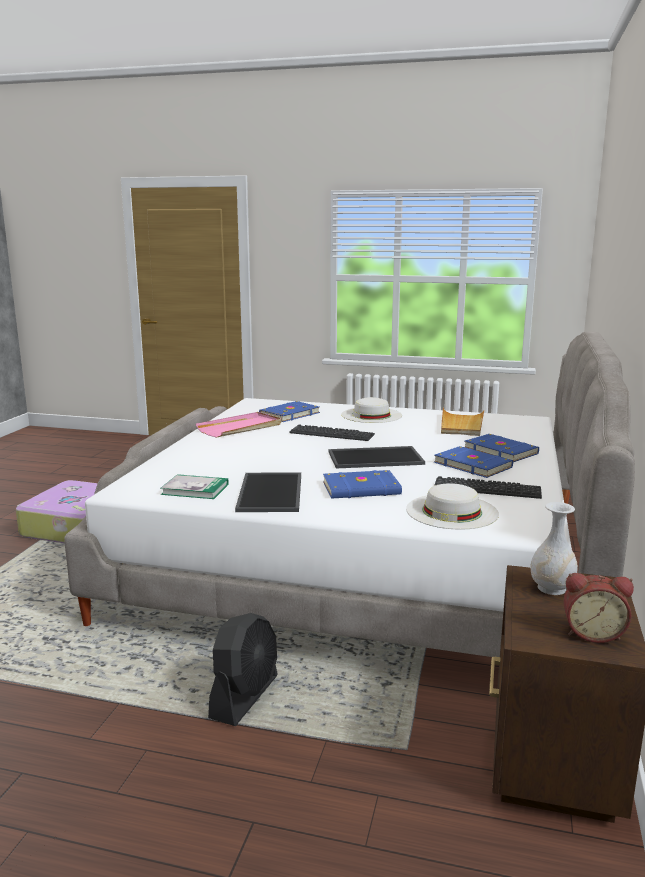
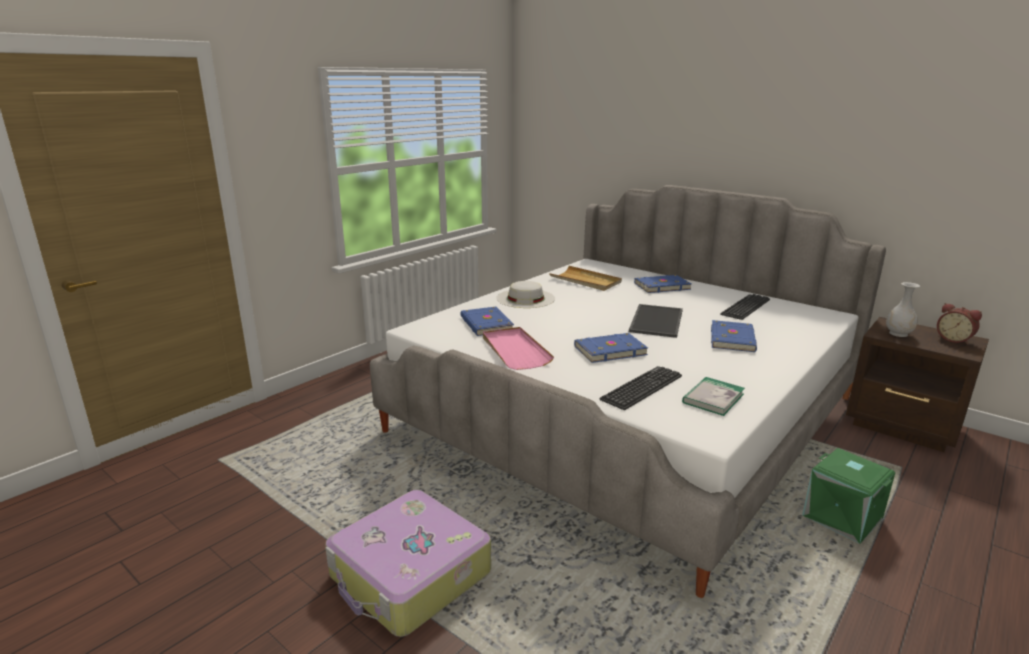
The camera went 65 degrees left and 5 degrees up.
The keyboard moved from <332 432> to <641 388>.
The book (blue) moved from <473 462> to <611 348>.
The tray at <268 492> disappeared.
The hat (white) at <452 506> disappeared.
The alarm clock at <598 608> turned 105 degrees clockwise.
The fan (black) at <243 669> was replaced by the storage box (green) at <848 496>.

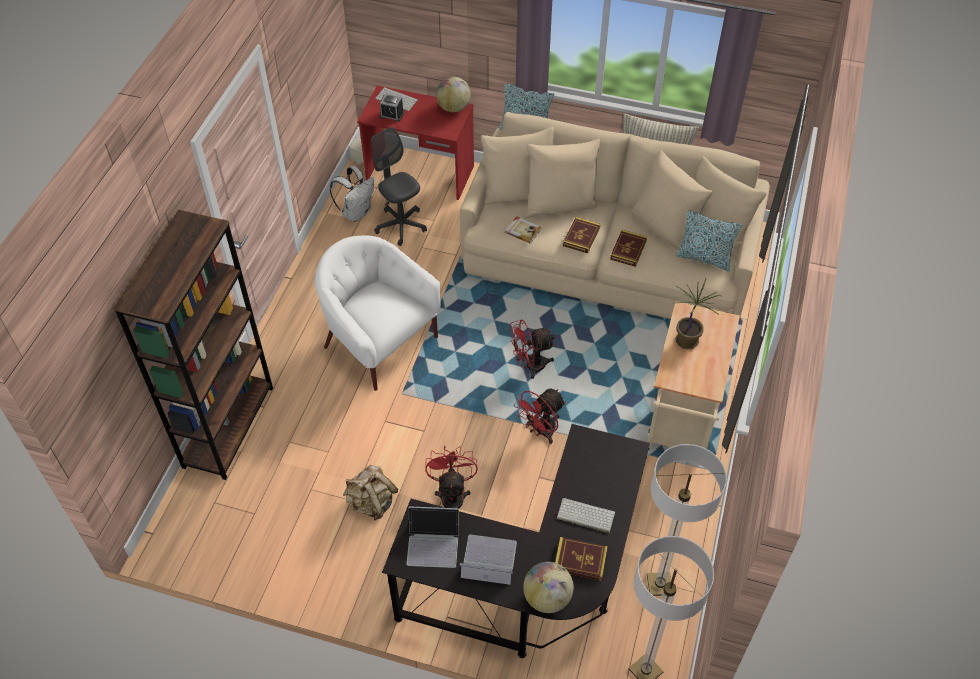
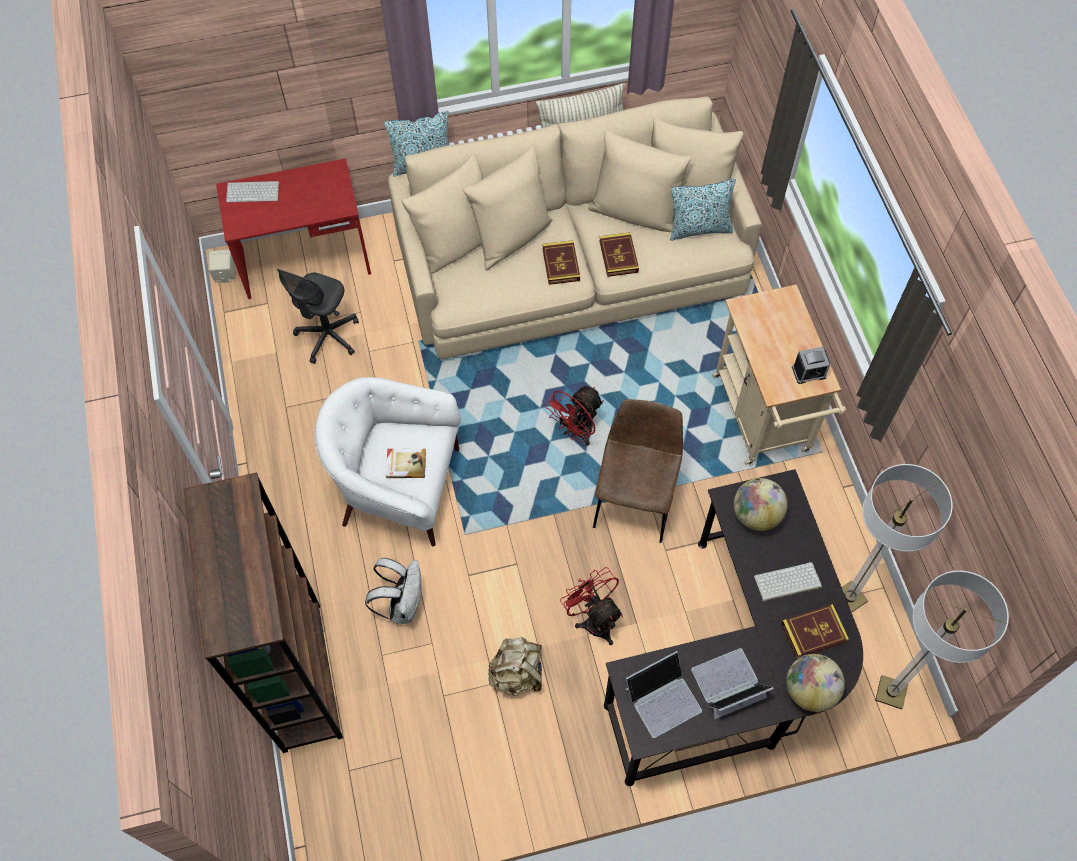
The camera went 30 degrees left and 10 degrees up.
The globe moved from <453 94> to <761 504>.
The alarm clock moved from <392 108> to <811 365>.
The office chair (grey) at <399 186> turned 90 degrees counterclockwise.
The backpack (white) moved from <352 193> to <393 591>.
The book moved from <523 230> to <406 463>.
The potted plant at <698 314> disappeared.
The fan (red) at <540 416> was replaced by the chair (brown) at <638 471>.

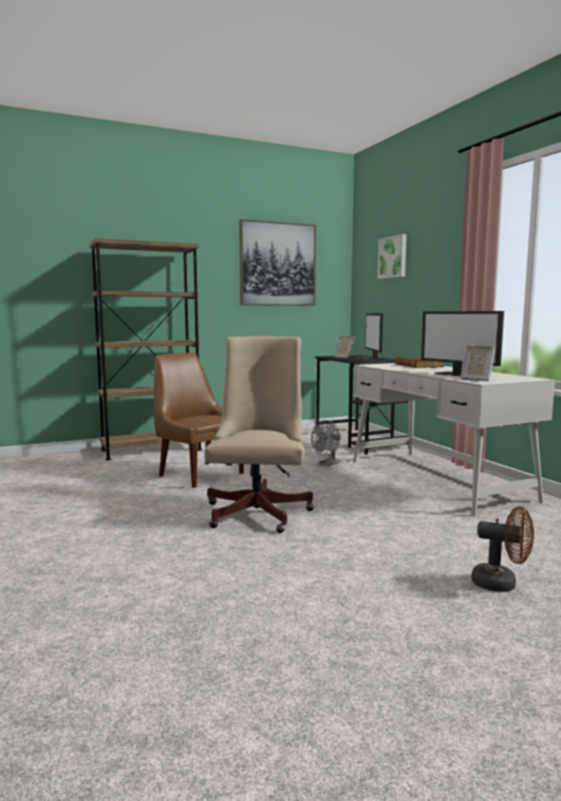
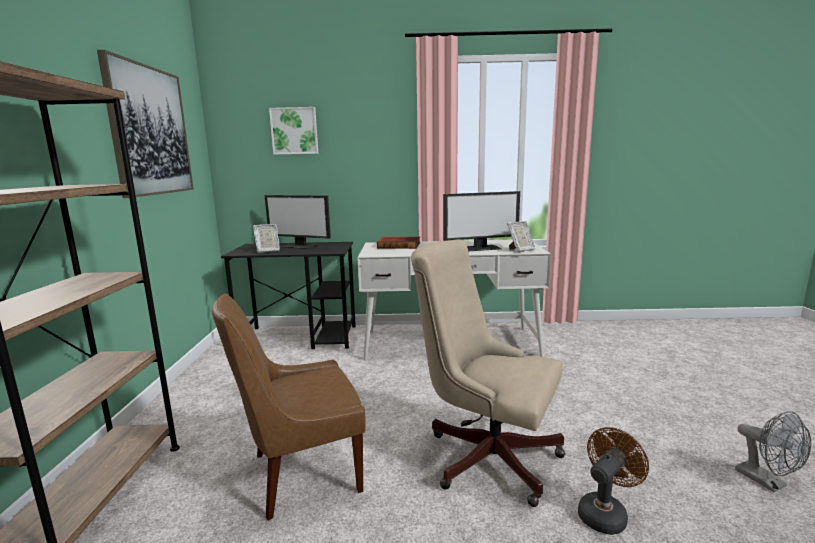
The camera went 65 degrees left and 5 degrees up.
The fan (grey) moved from <326 443> to <773 451>.
The fan (brown) moved from <502 549> to <613 481>.

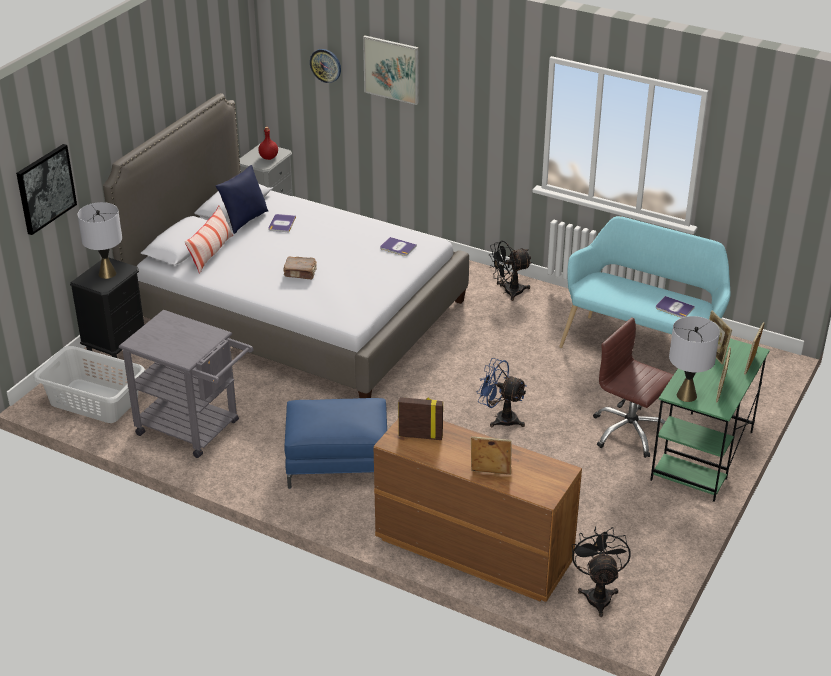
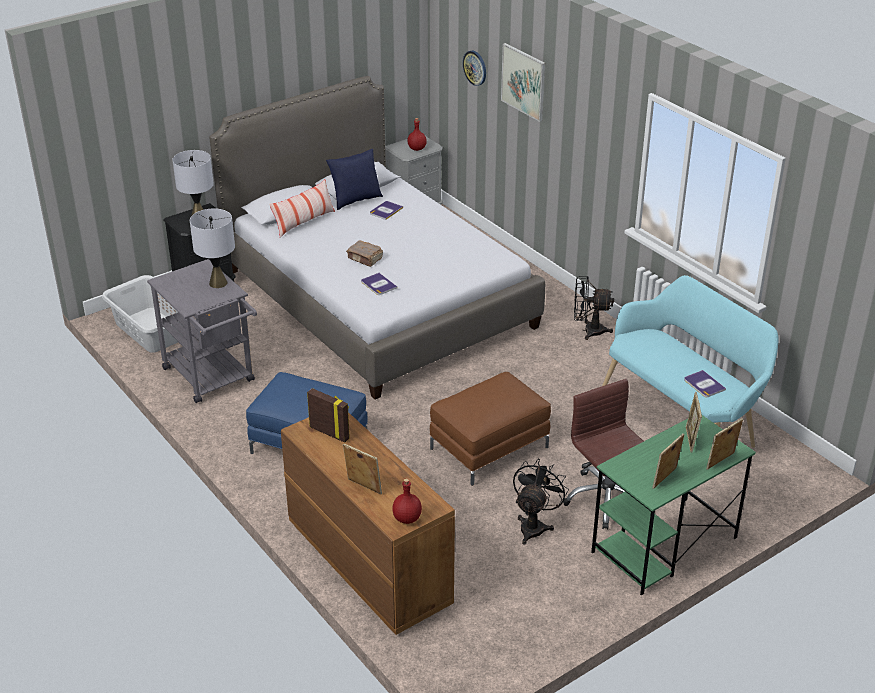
The camera went 25 degrees right and 0 degrees up.
The picture at <46 189> disappeared.
The book moved from <398 246> to <379 284>.
The table lamp (grey) moved from <694 359> to <212 248>.
The fan (blue) at <502 392> was replaced by the ottoman (brown) at <490 429>.
The fan (black) moved from <601 571> to <541 502>.
The bottle (red) at <407 501> appeared.

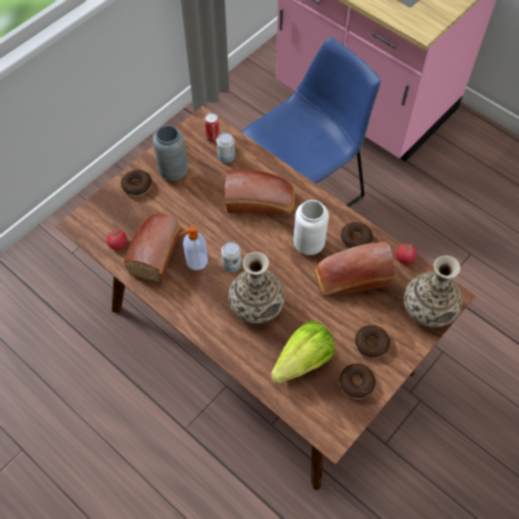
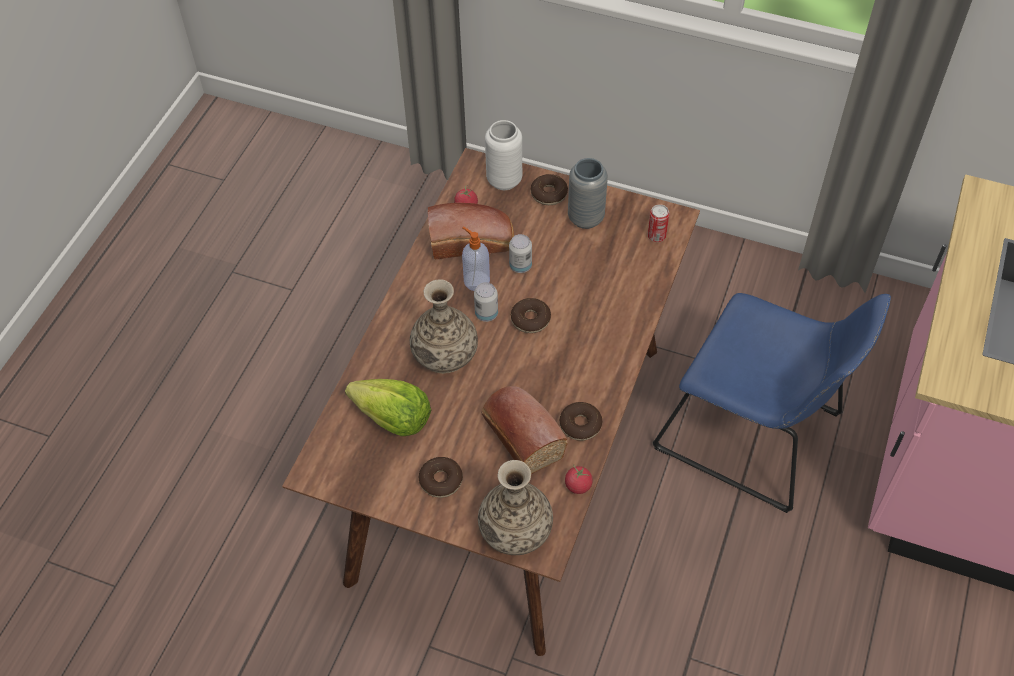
The camera went 70 degrees right and 5 degrees down.
The can moved from <225 147> to <520 253>.
The bread at <260 192> disappeared.
The vase (white) moved from <311 227> to <503 155>.
The donut moved from <357 381> to <531 315>.

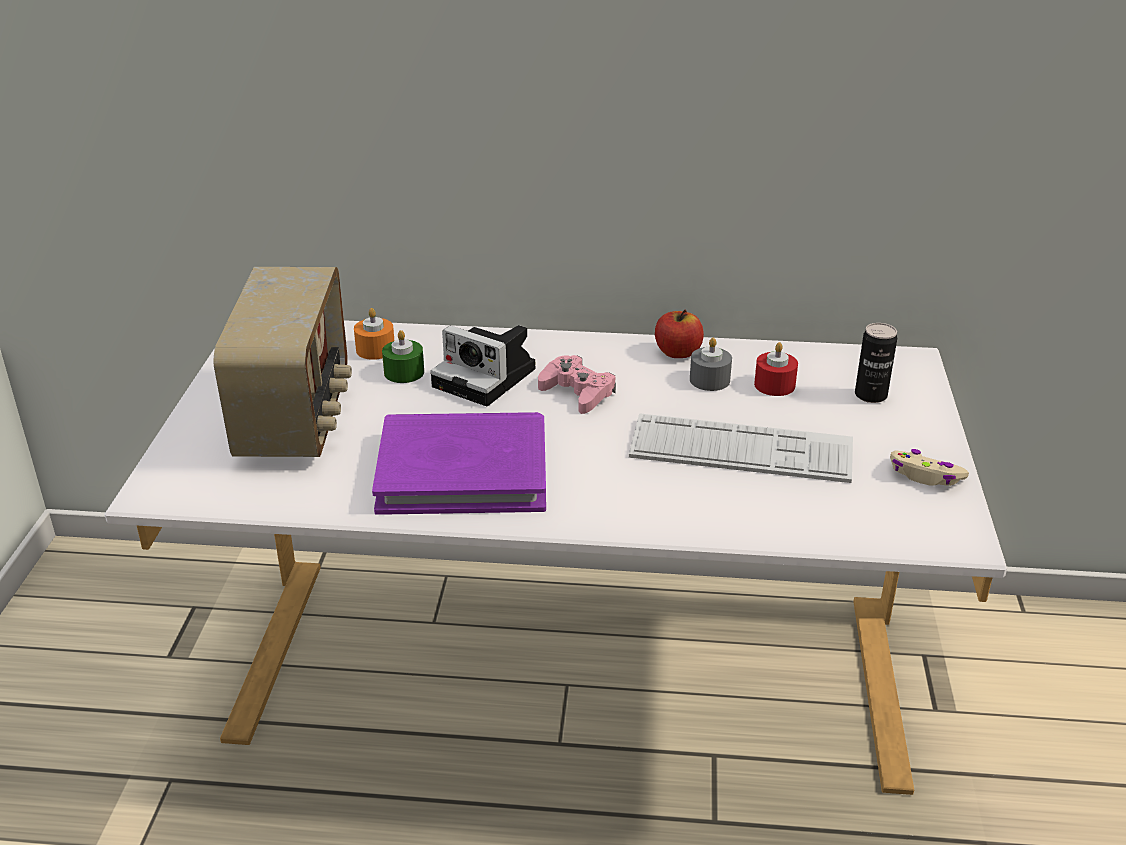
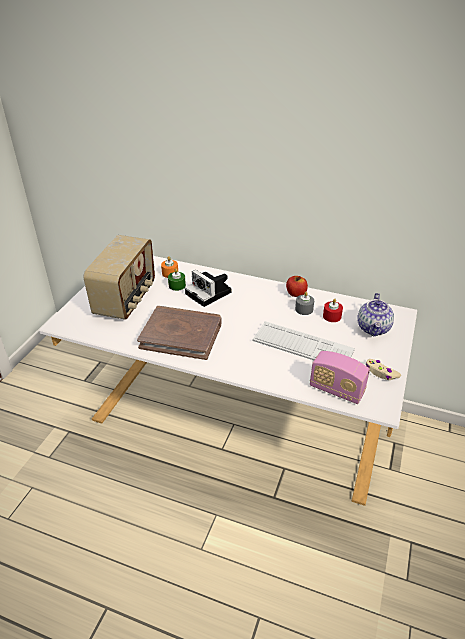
The camera went 15 degrees right and 5 degrees up.
The can at <876 363> was replaced by the teapot at <375 315>.
The game controller (pink) at <577 384> disappeared.
The book (purple) at <459 463> became the book (brown) at <179 333>.
The radio at <340 377> appeared.

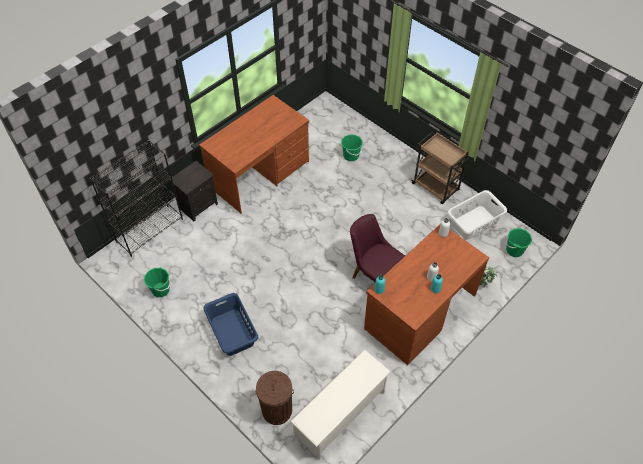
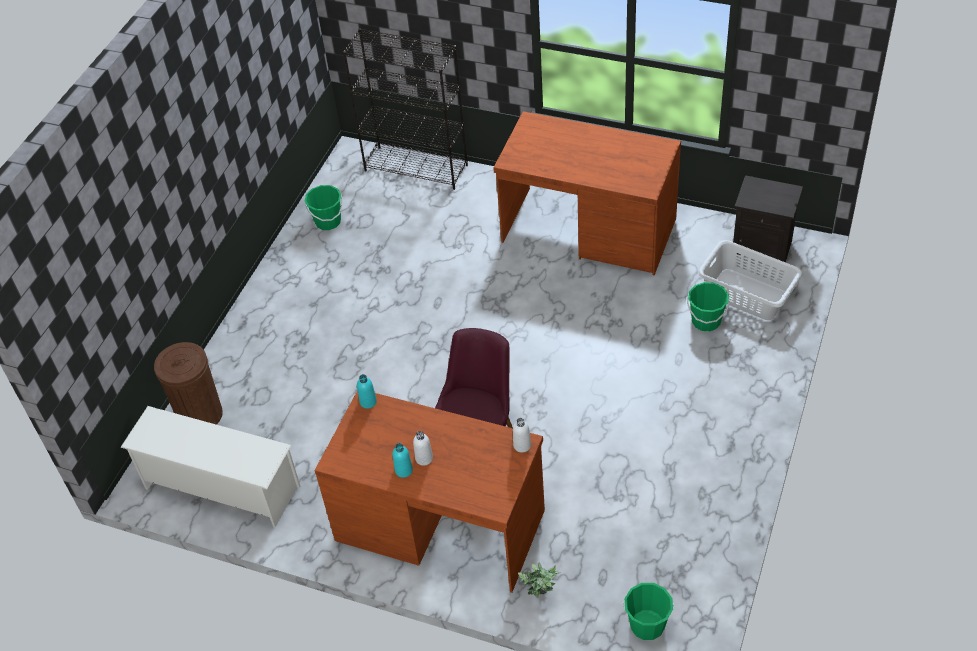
The camera went 70 degrees right and 5 degrees down.
The cart (brown) at <440 168> disappeared.
The nightstand (black) moved from <193 191> to <768 218>.
The laundry basket (white) moved from <477 215> to <750 280>.
The laundry basket (blue) at <230 324> disappeared.

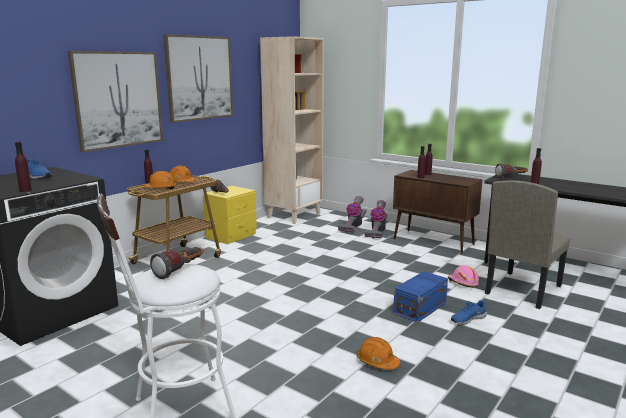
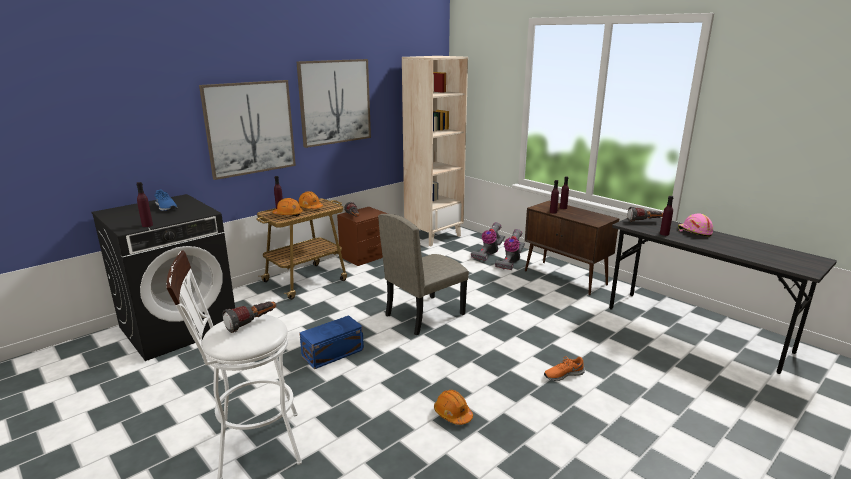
The camera went 10 degrees right and 5 degrees up.
The chair (beige) moved from <527 245> to <423 274>.
The nightstand (yellow) at <230 215> became the nightstand (brown) at <362 236>.
The hard hat (pink) moved from <463 276> to <695 225>.
The storage box (blue) moved from <420 297> to <331 342>.
The shoe (blue) at <469 312> became the shoe (orange) at <564 368>.

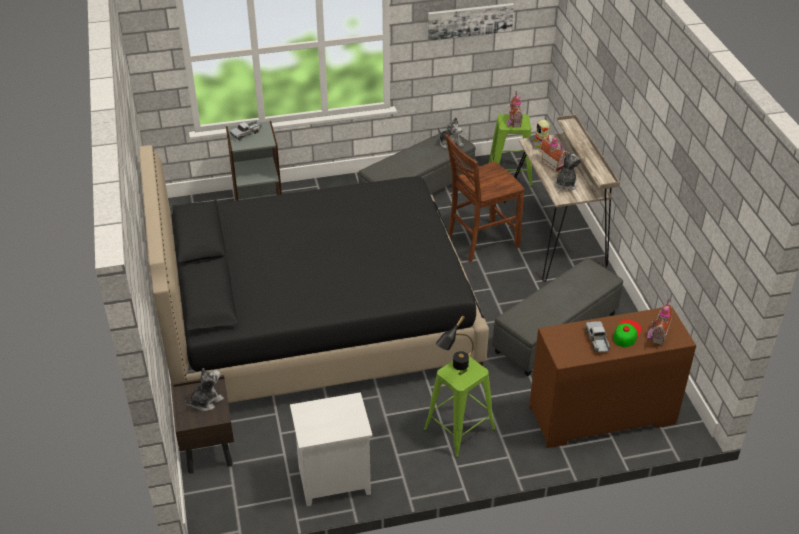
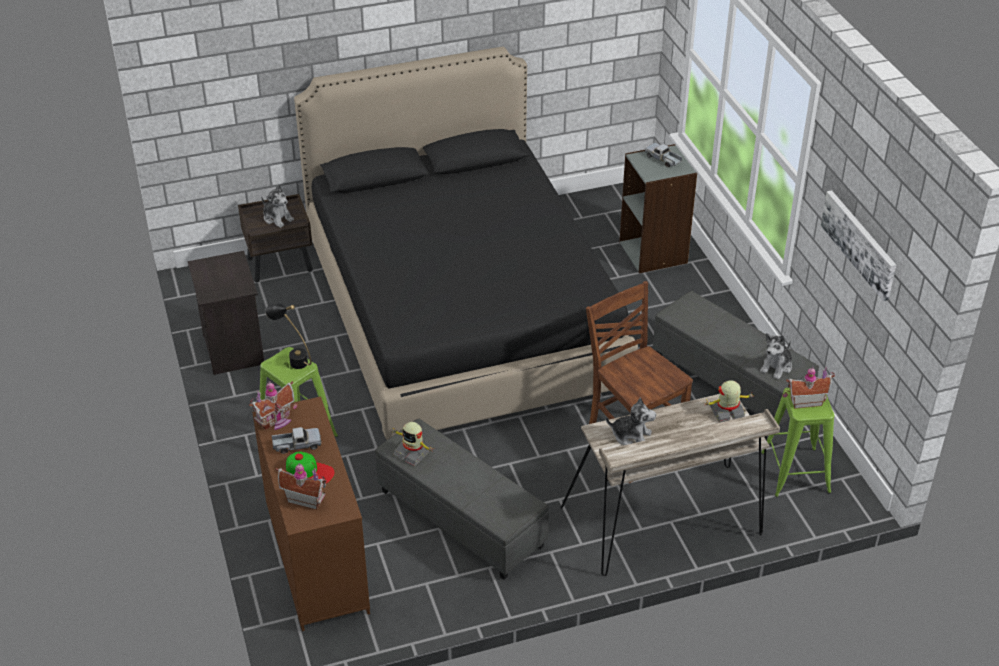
The camera went 85 degrees right and 0 degrees up.
The toy house moved from <553 153> to <273 405>.
The nightstand (white) at <331 449> became the nightstand (black) at <226 313>.
The toy robot at <413 444> appeared.

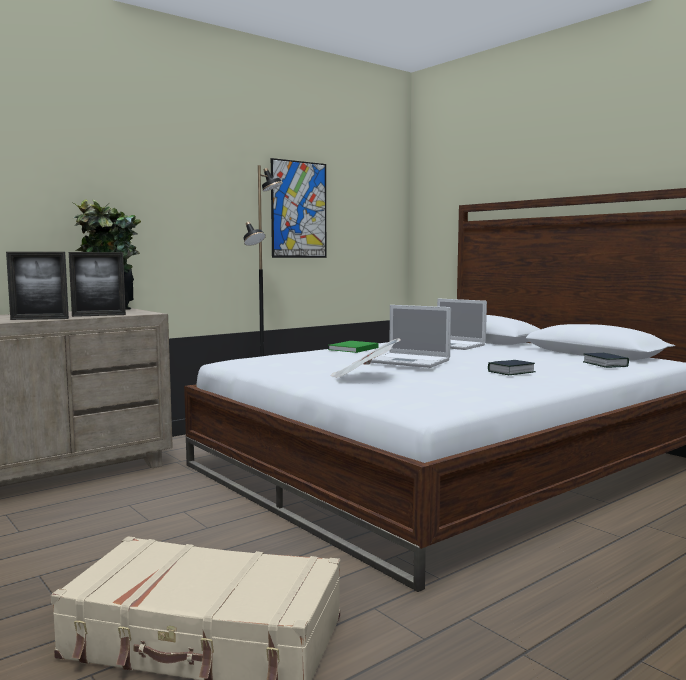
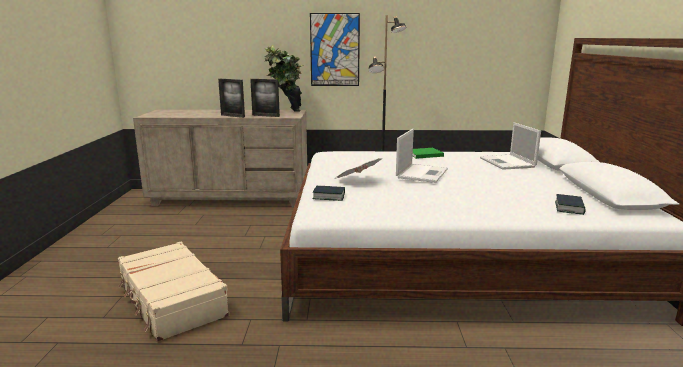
The camera went 40 degrees right and 10 degrees up.
The picture moved from <298 208> to <335 49>.
The laptop at <411 336> turned 135 degrees counterclockwise.
The book moved from <512 367> to <329 193>.

